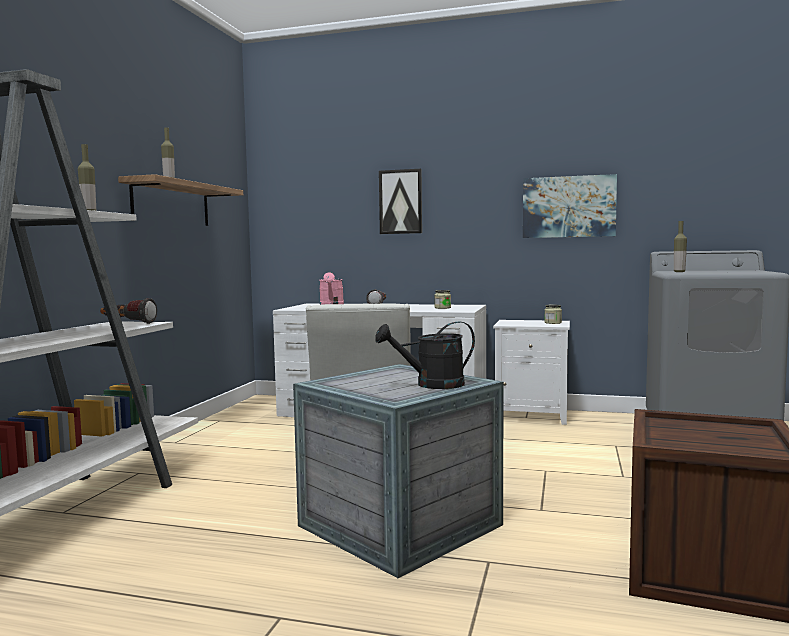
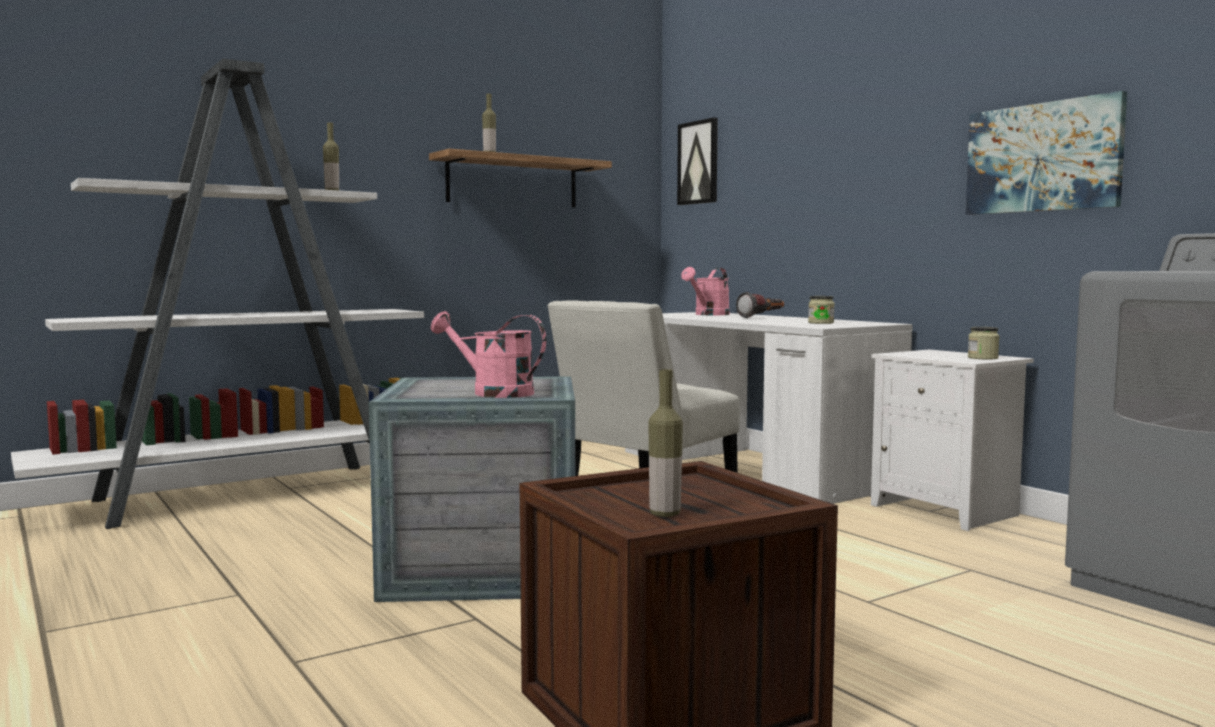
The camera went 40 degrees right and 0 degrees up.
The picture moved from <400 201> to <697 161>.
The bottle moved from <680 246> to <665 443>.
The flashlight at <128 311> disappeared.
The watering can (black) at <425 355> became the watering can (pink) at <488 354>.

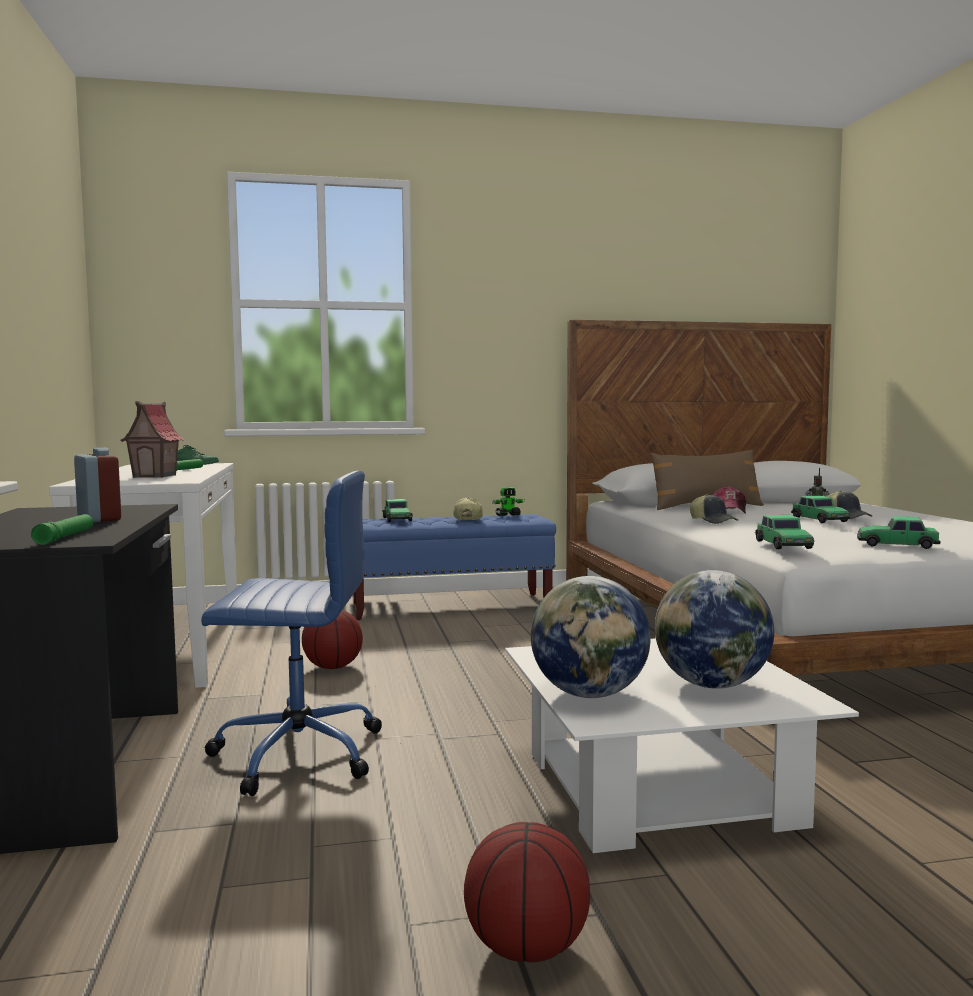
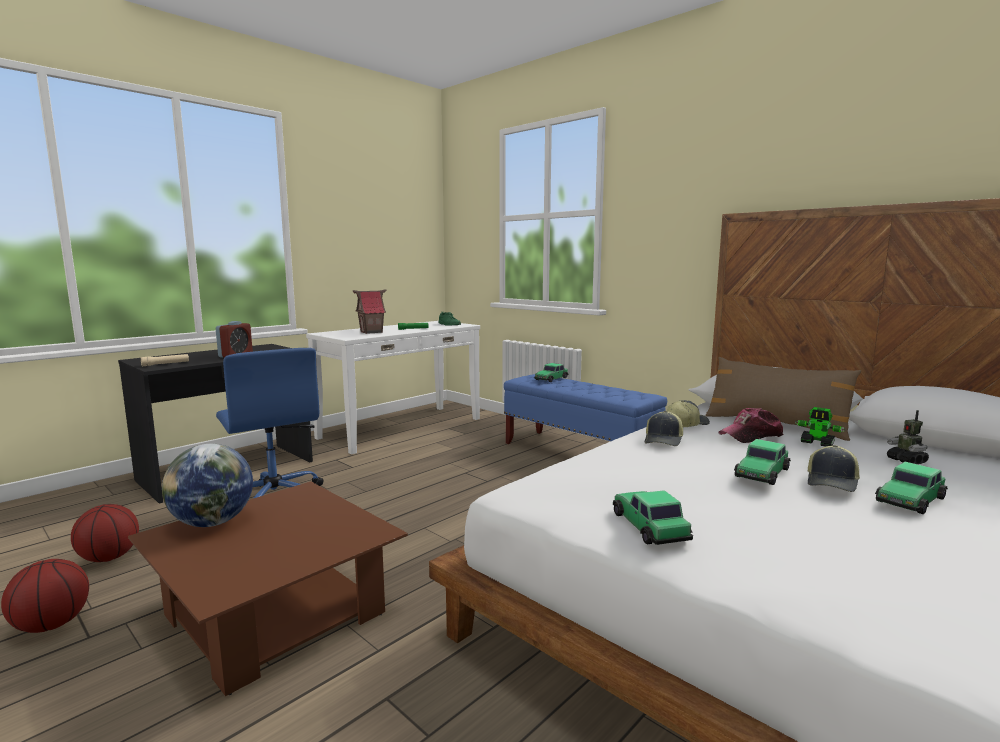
The camera went 55 degrees right and 5 degrees up.
The toy robot moved from <508 501> to <820 427>.
The cap moved from <468 508> to <688 413>.
The flashlight (green) at <62 529> became the flashlight (beige) at <165 360>.
The toy car moved from <785 532> to <911 488>.
The globe at <714 629> disappeared.
The basketball moved from <332 639> to <105 533>.
The coffee table (white) at <682 745> became the coffee table (brown) at <268 588>.

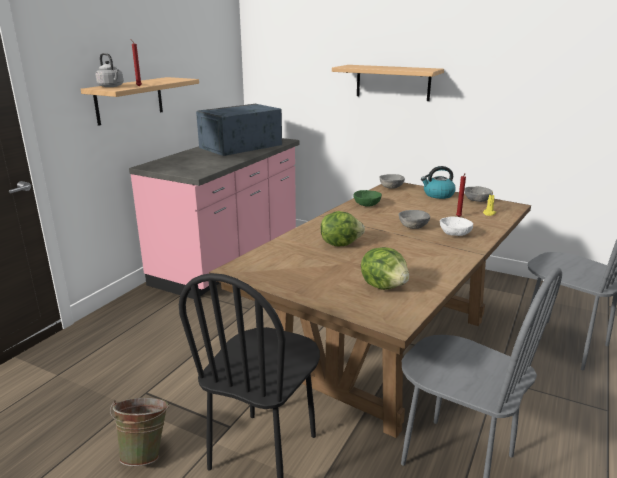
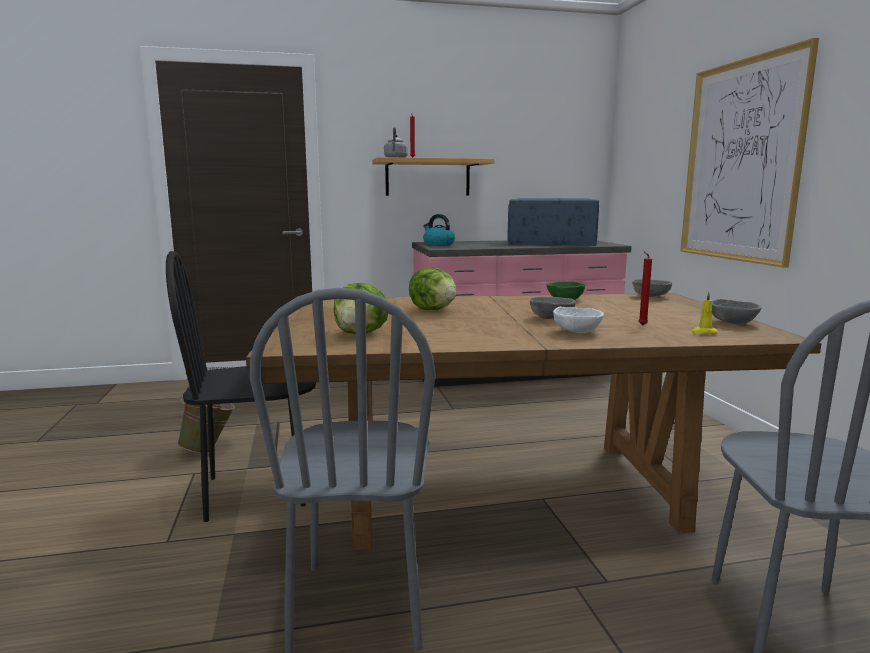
The camera went 50 degrees right and 10 degrees down.
The shelf at <388 83> was replaced by the picture at <749 153>.
The kettle moved from <438 182> to <439 230>.

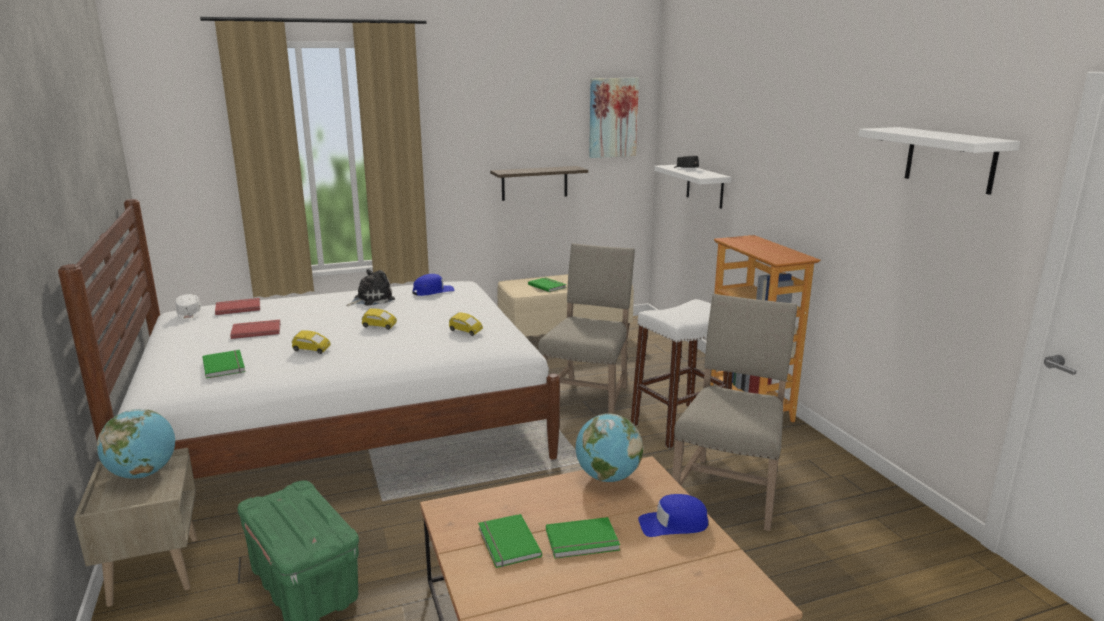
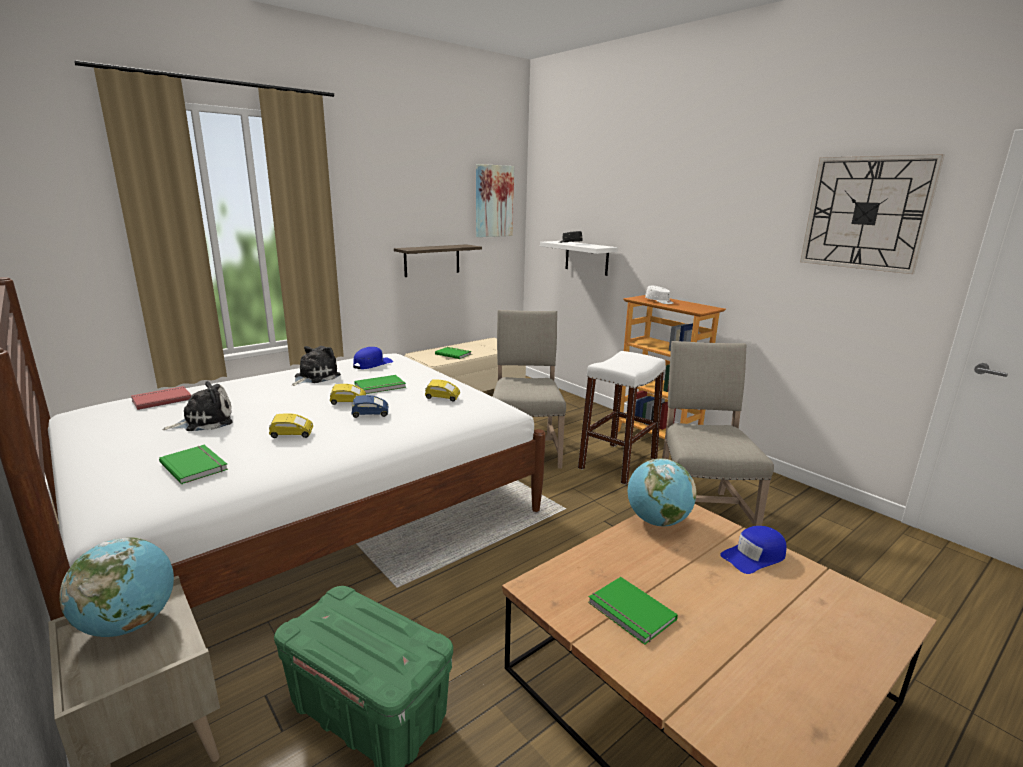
The camera went 20 degrees left and 0 degrees up.
The shelf (white) at <939 161> was replaced by the wall clock at <872 214>.
The cap (white) moved from <188 307> to <659 295>.
The book (red) at <255 329> was replaced by the plush toy at <197 406>.
The book (green) moved from <583 538> to <380 384>.
The toy car (blue) at <369 406> appeared.

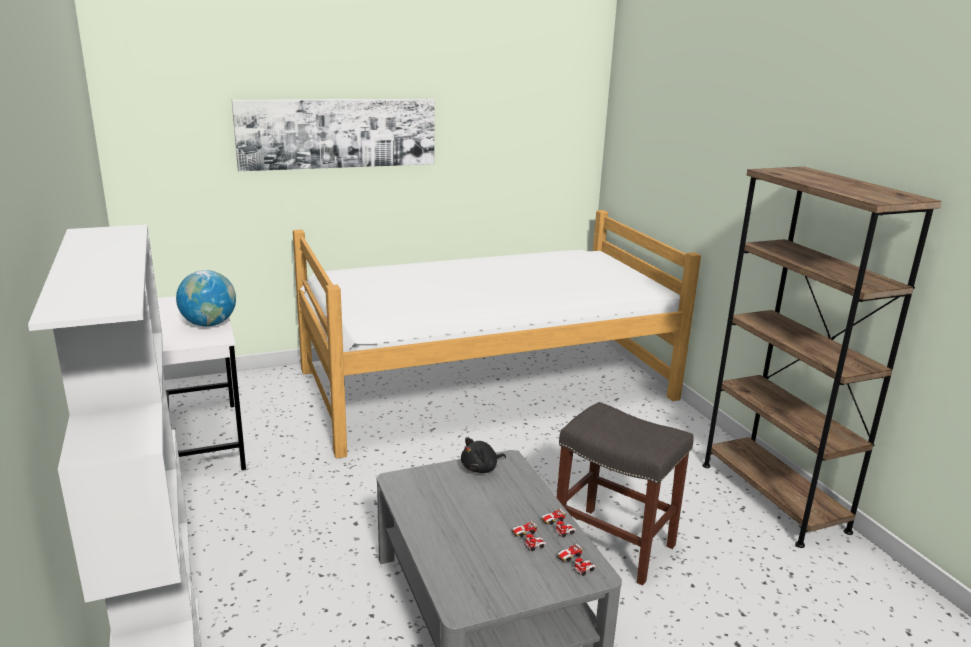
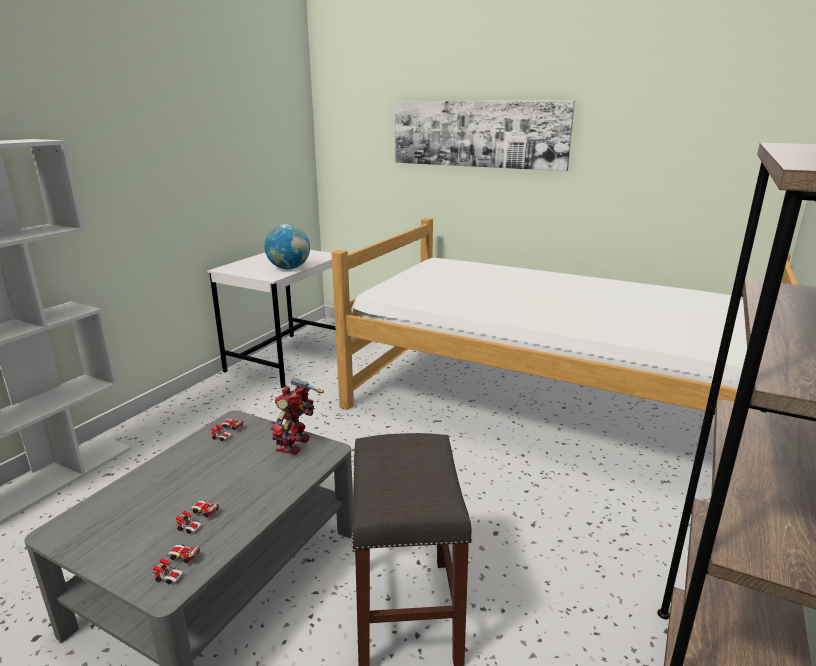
The camera went 50 degrees right and 0 degrees up.
The plush toy (black) at <483 455> was replaced by the toy robot at <297 416>.
The toy car moved from <558 523> to <227 430>.

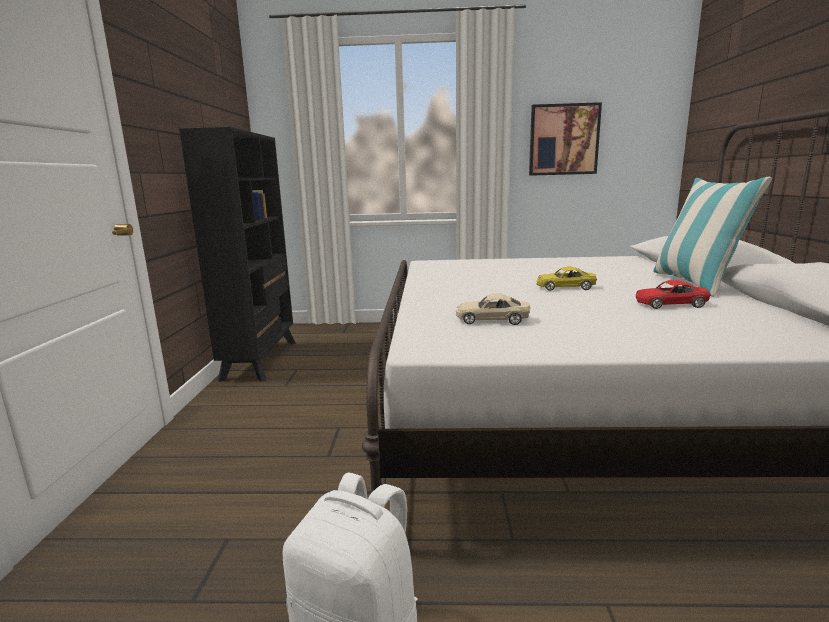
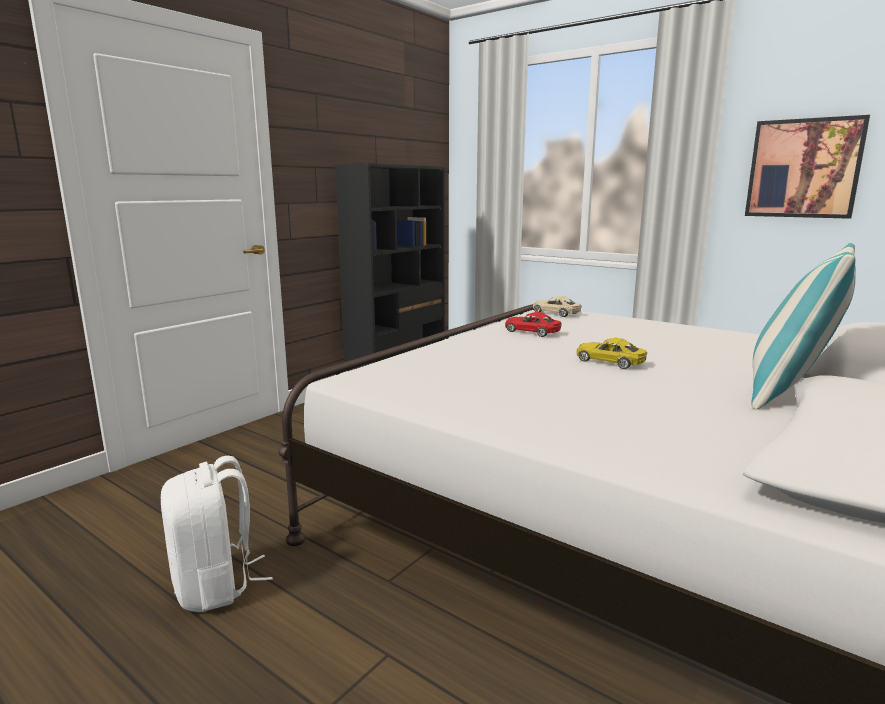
The camera went 35 degrees right and 0 degrees up.
The toy car (red) moved from <673 294> to <533 324>.
The toy car (beige) moved from <493 309> to <557 306>.

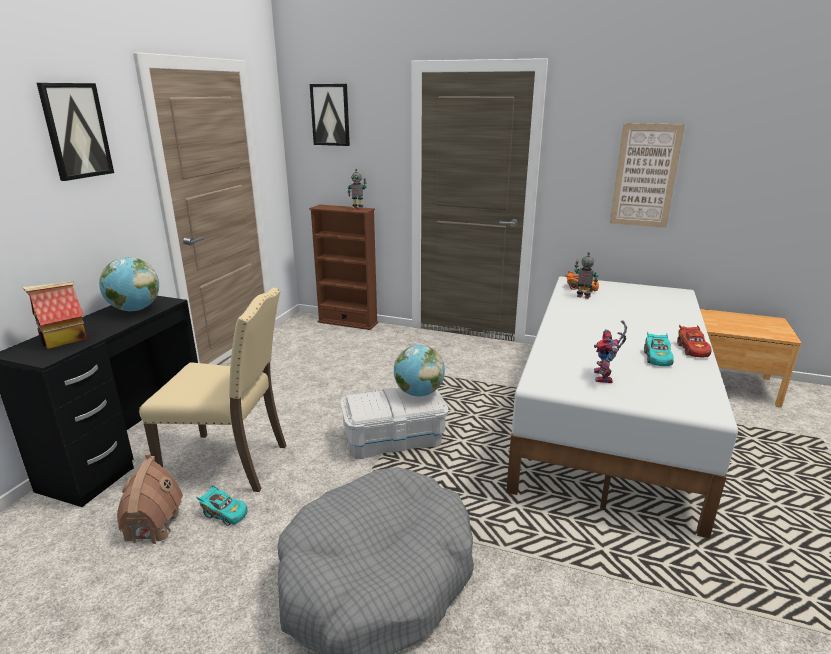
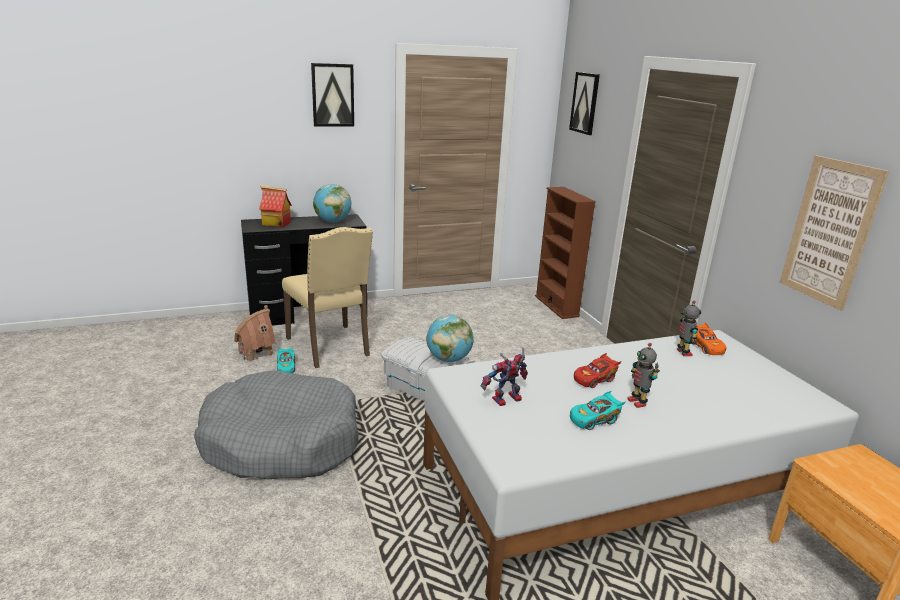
The camera went 50 degrees right and 0 degrees up.
The toy robot moved from <357 189> to <643 375>.
The toy car (red) moved from <694 340> to <597 370>.

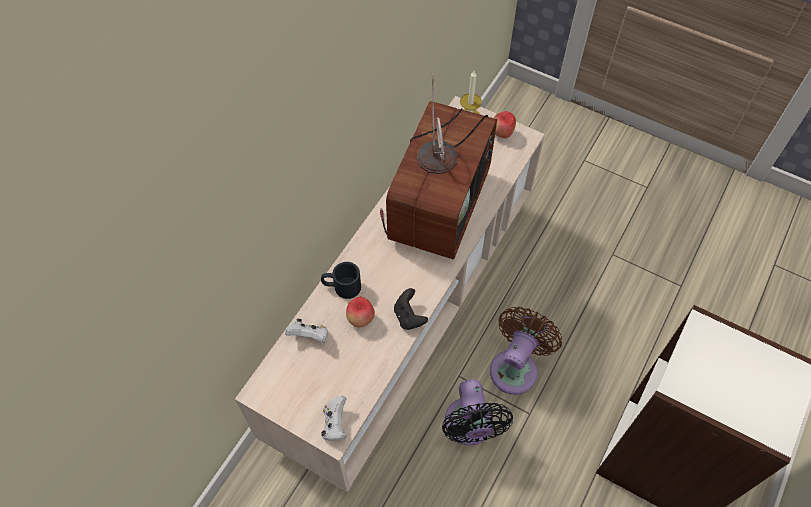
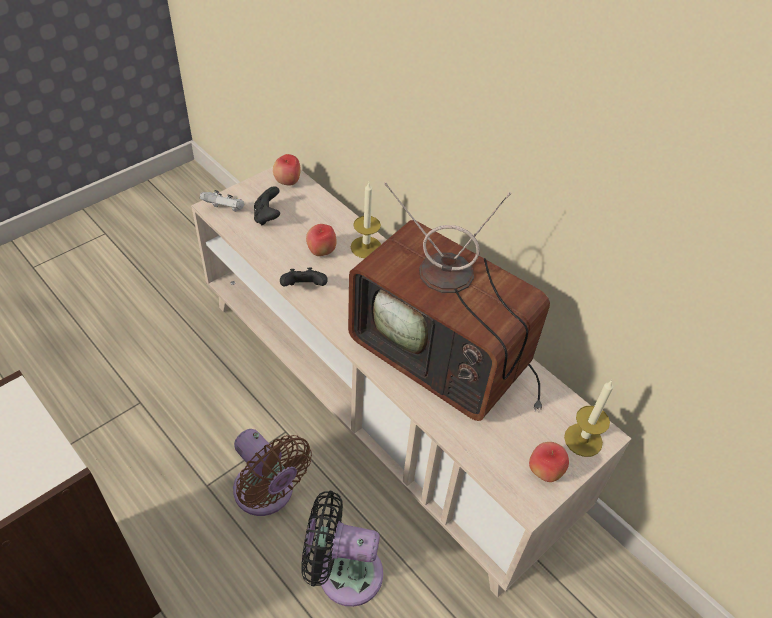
The camera went 105 degrees right and 10 degrees down.
The mug (black) at <341 280> was replaced by the candle at <366 220>.
The game controller (white) at <306 331> disappeared.
The fan (black) moved from <477 412> to <342 549>.
The apple at <287 170> appeared.
The game controller (black) at <267 205> appeared.

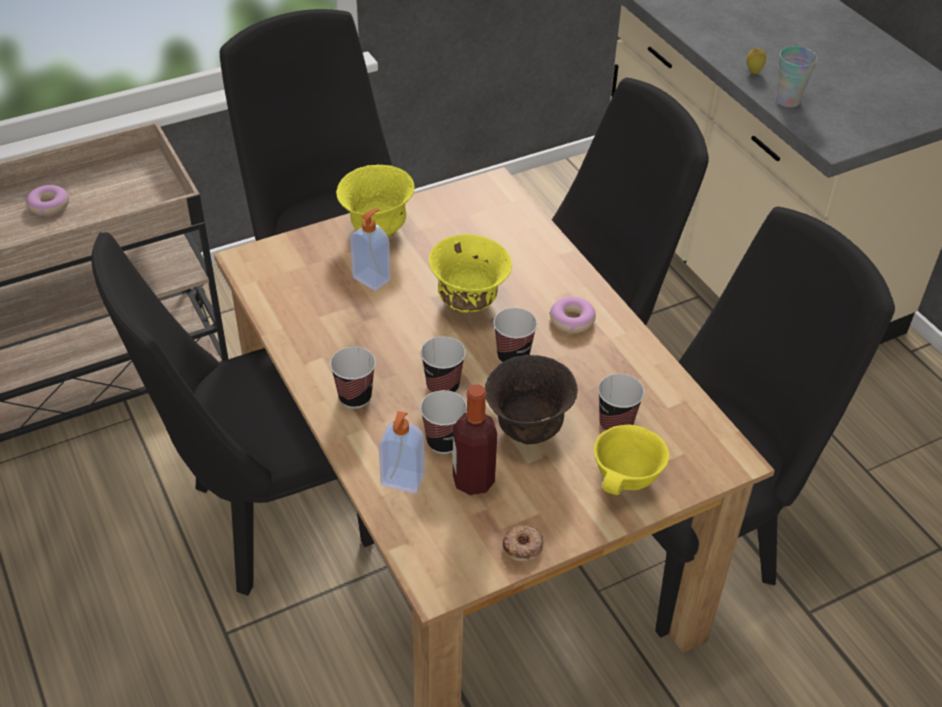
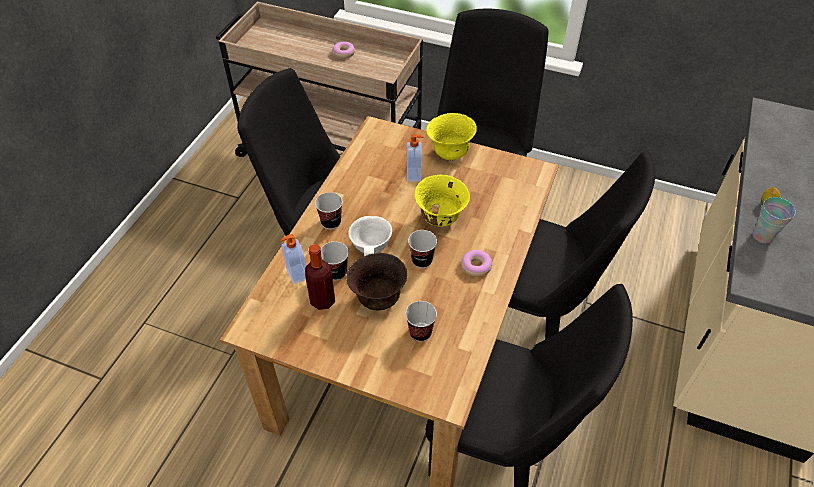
The camera went 50 degrees right and 5 degrees up.
The cup at <443 364> was replaced by the bowl (white) at <370 236>.
The bowl (yellow) at <631 460> disappeared.
The donut at <523 543> disappeared.

